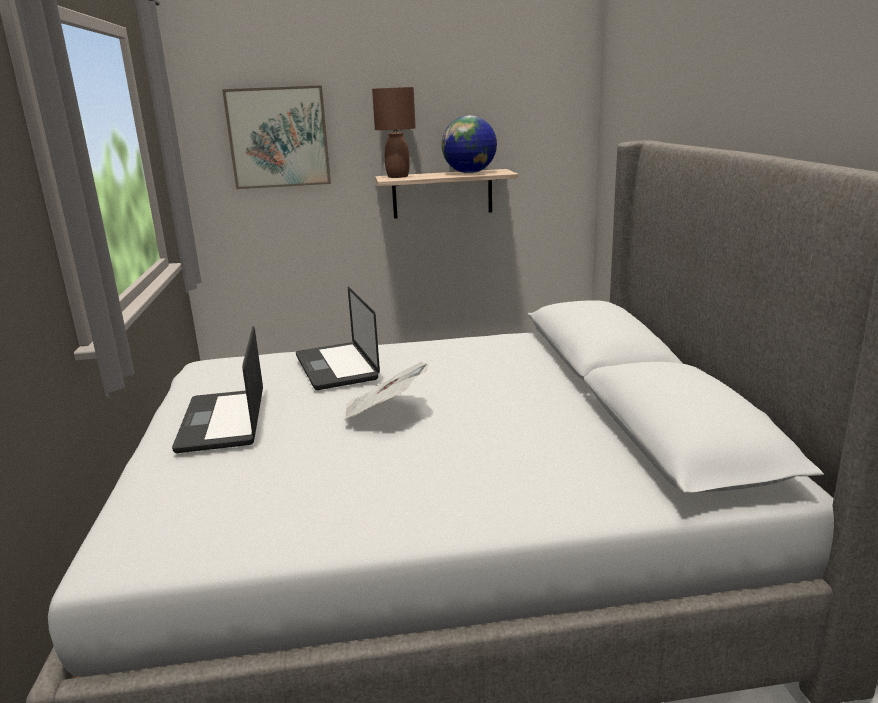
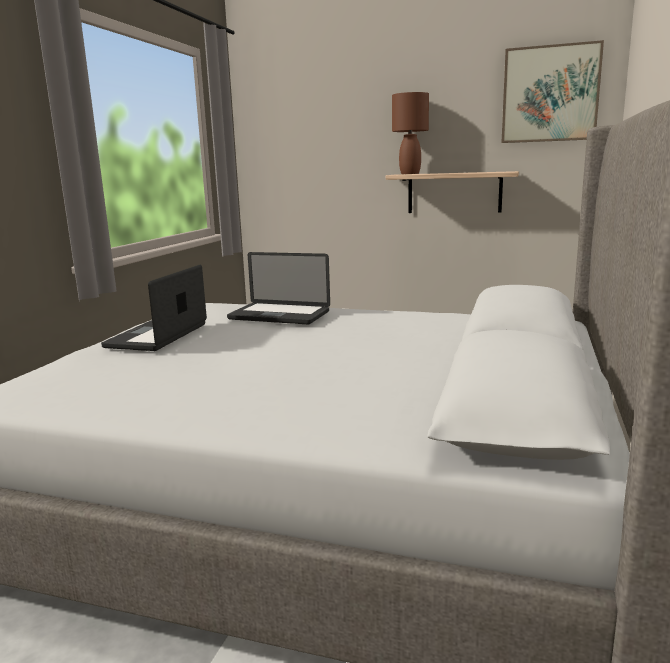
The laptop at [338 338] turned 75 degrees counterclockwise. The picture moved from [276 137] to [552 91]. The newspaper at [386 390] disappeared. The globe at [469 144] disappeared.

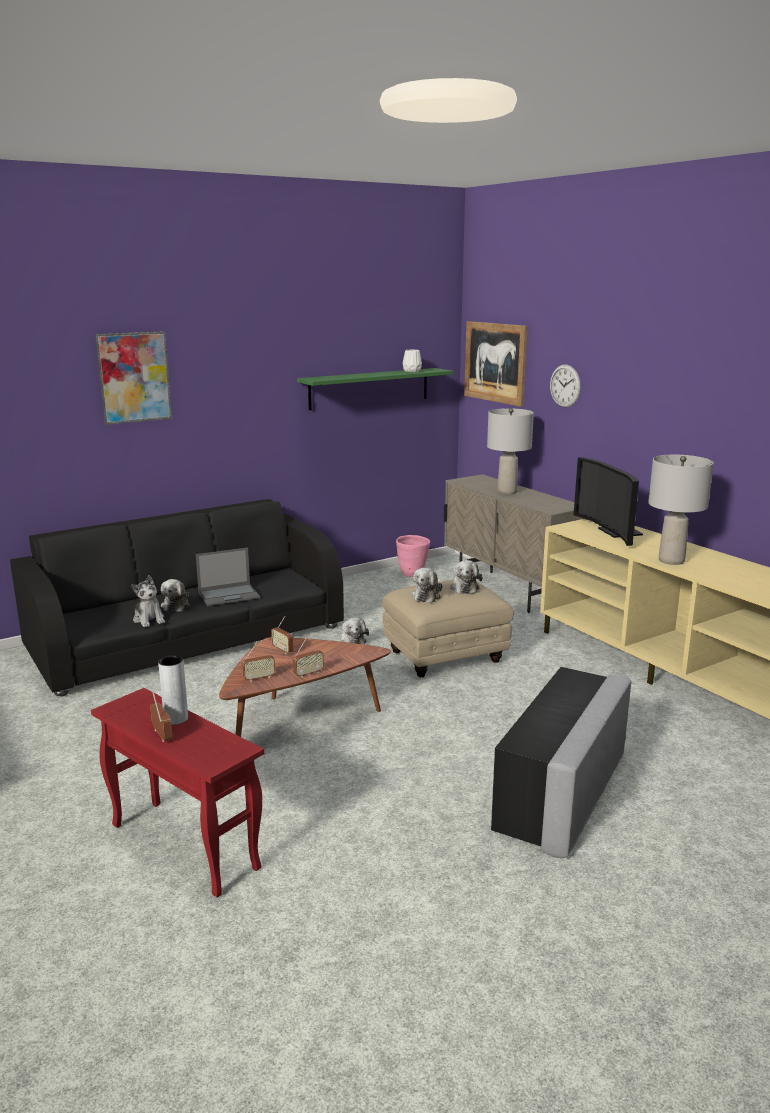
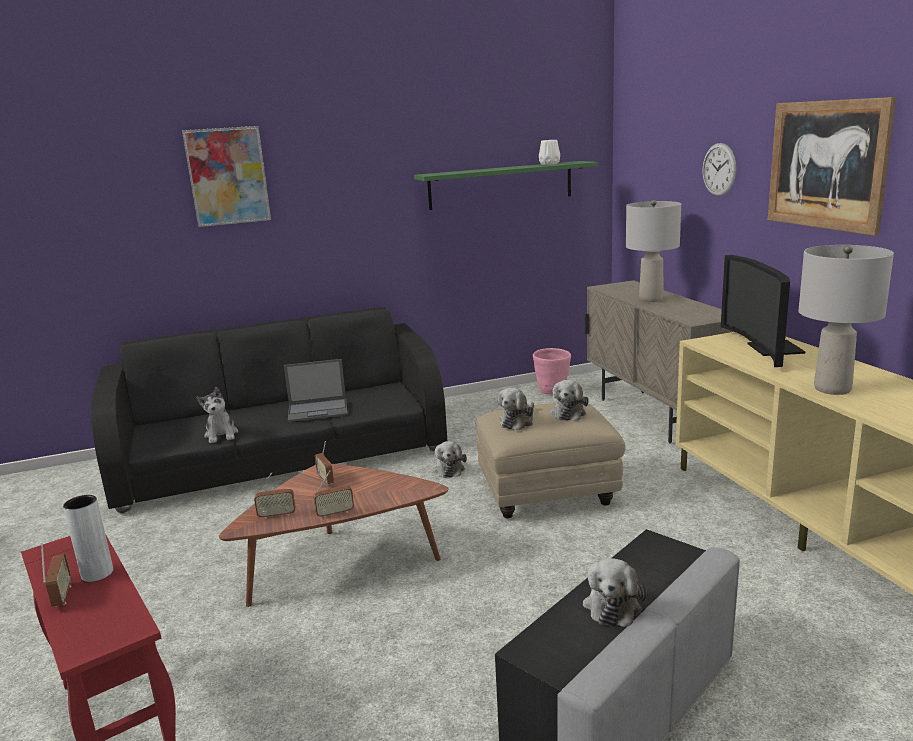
The plush_toy moved from [176 595] to [615 592]. The picture moved from [495 364] to [832 166].

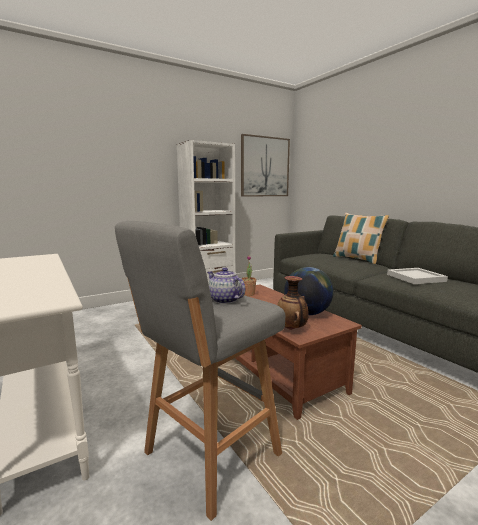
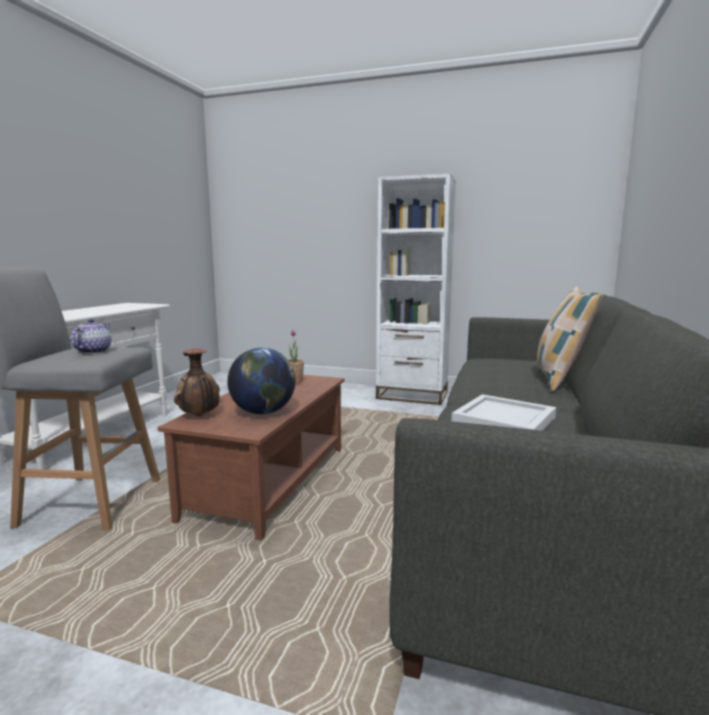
The picture at [265 165] disappeared.

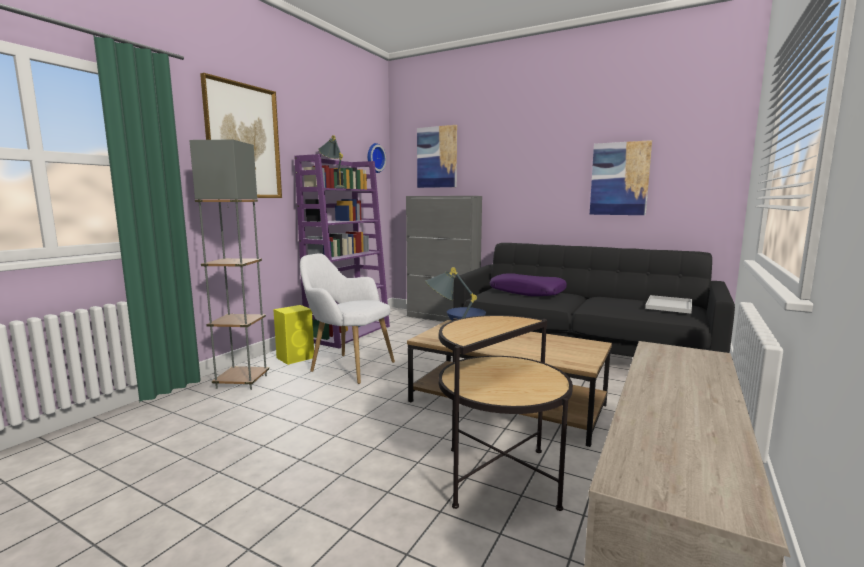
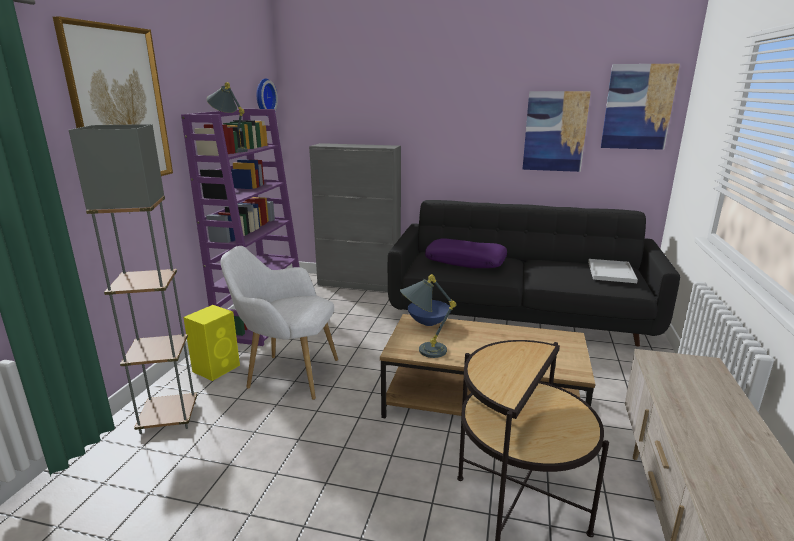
The picture moved from [437 156] to [640 107].

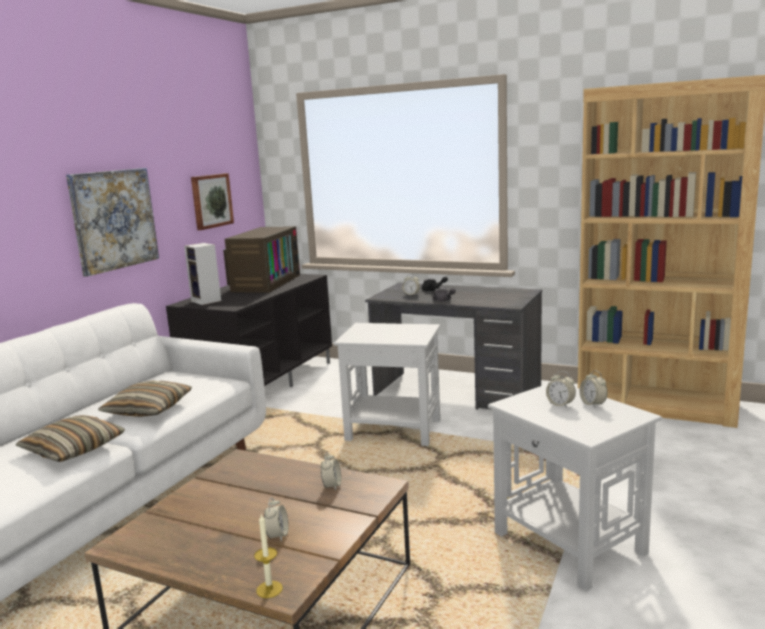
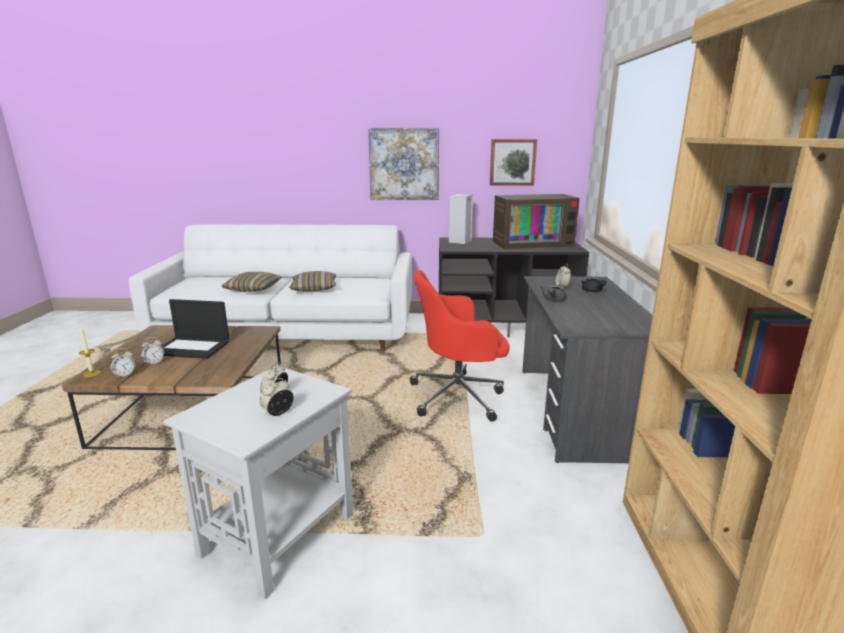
The alarm_clock moved from [331 471] to [123 362]. The laptop at [195 329] appeared. The white_side_table at [387 384] was replaced by the red_office_chair at [459 346].

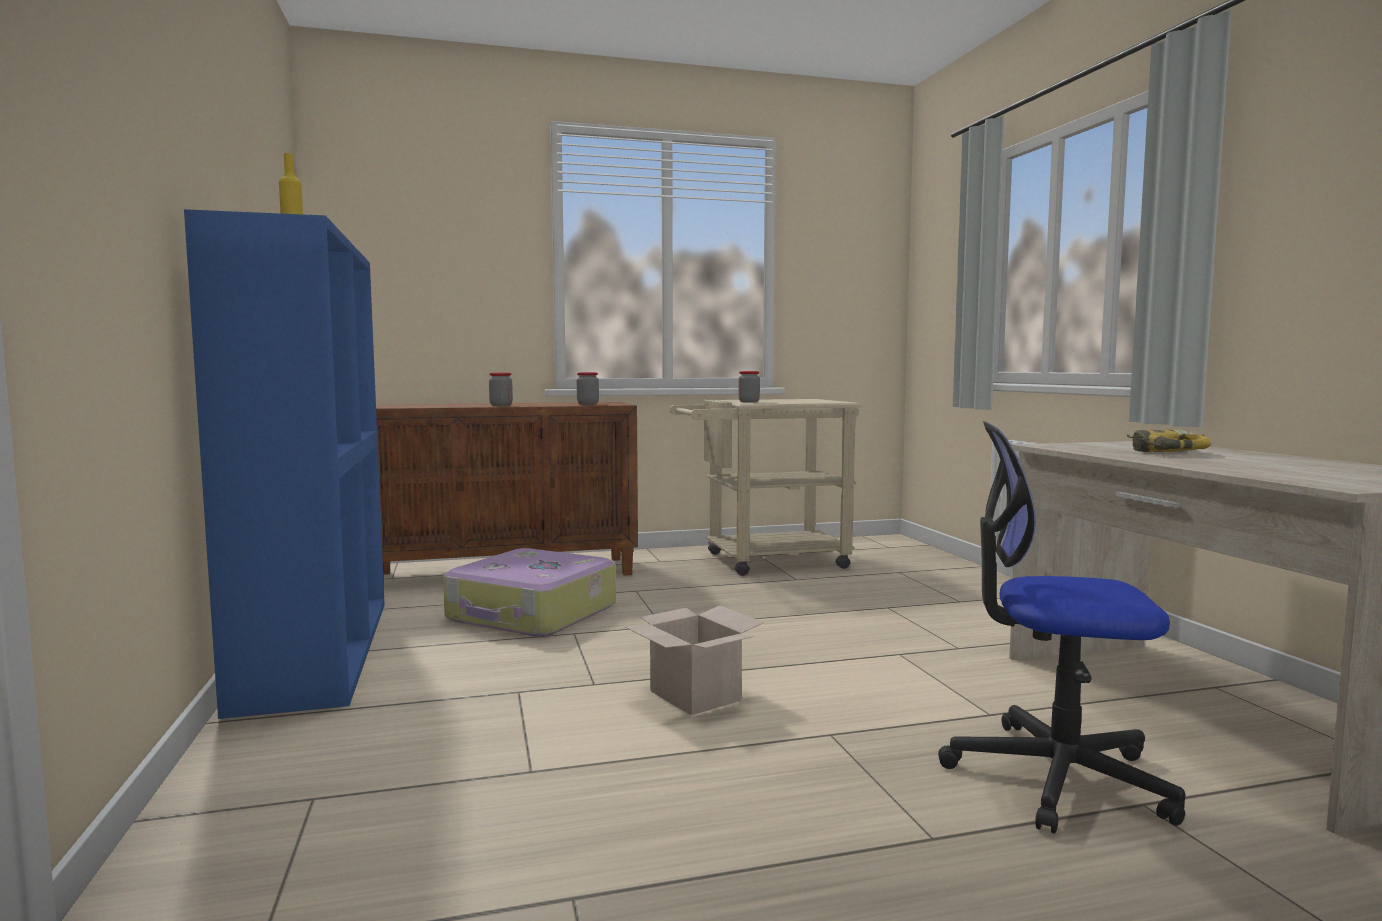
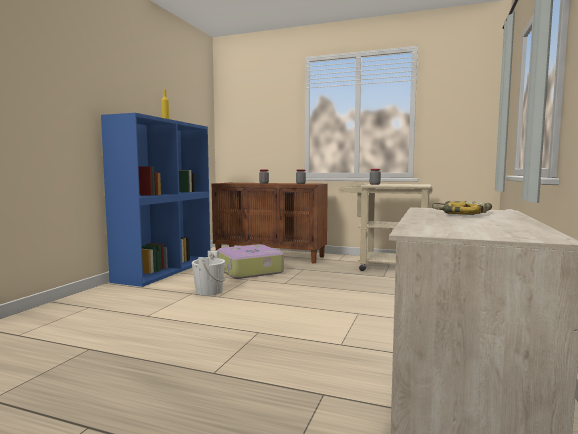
The white_bucket at [208 273] appeared. The cardboard_box at [694 660] disappeared. The office_chair at [1061 628] disappeared.

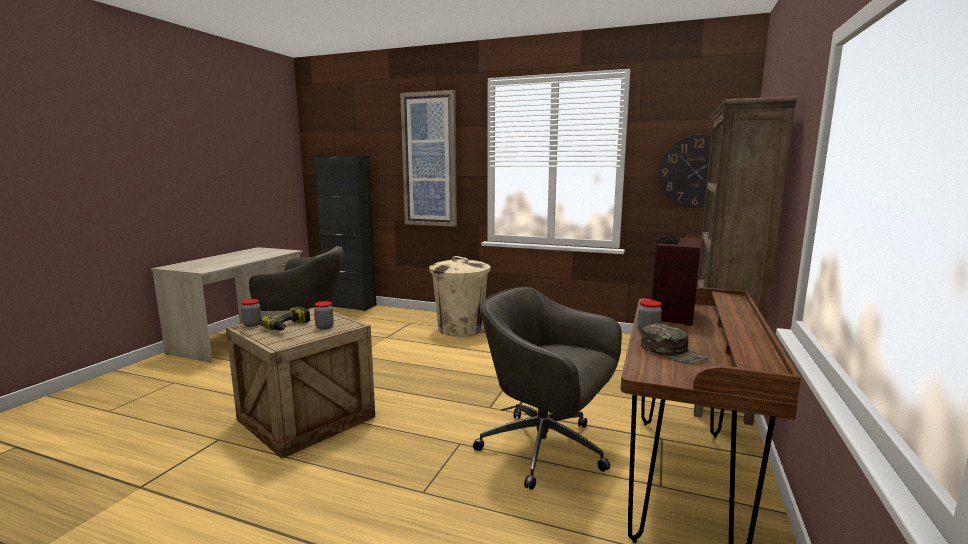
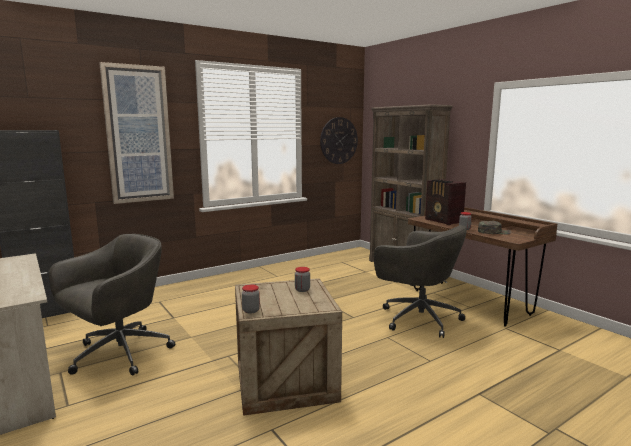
The grey_office_chair at [547 388] turned 120 degrees counterclockwise. The power_drill at [284 318] disappeared. The beige_trash_can at [460 296] disappeared.

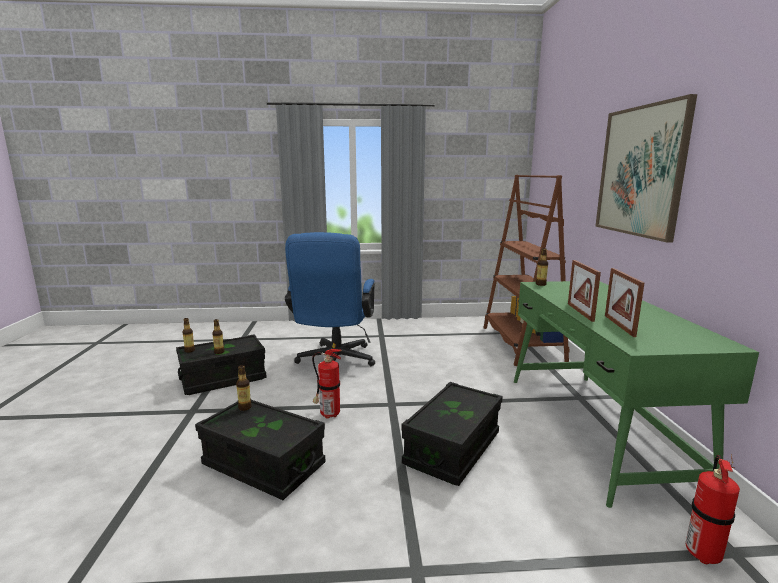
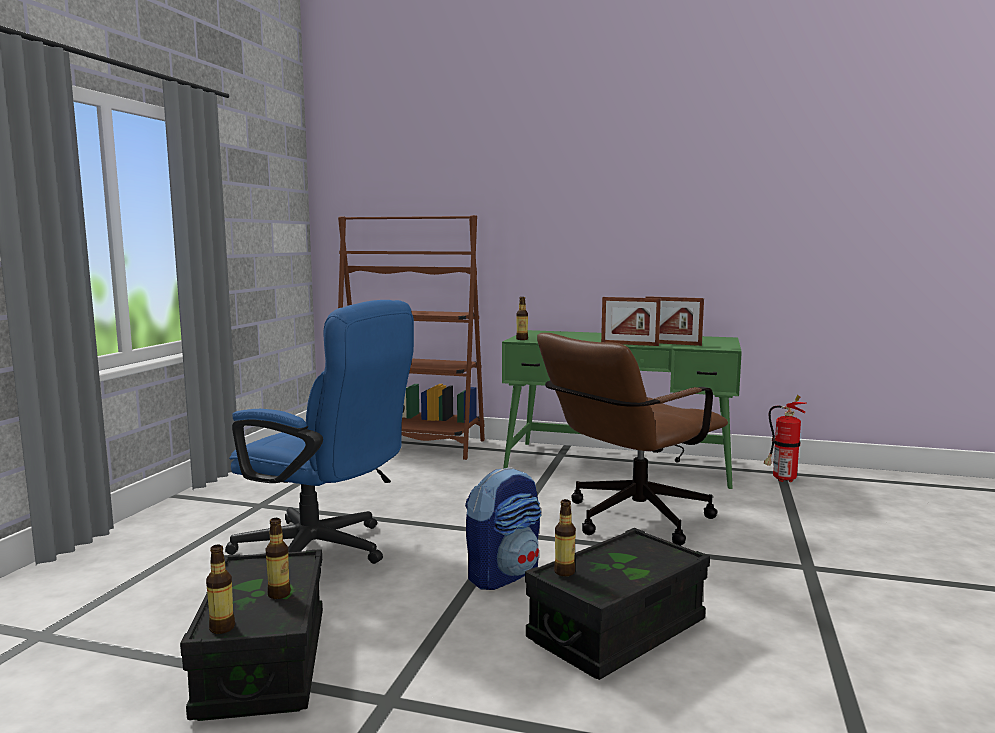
The fire_extinguisher at [326 381] was replaced by the backpack at [503 528]. The black_storage_box at [452 434] was replaced by the brown_office_chair at [632 439]. The picture at [646 168] disappeared.

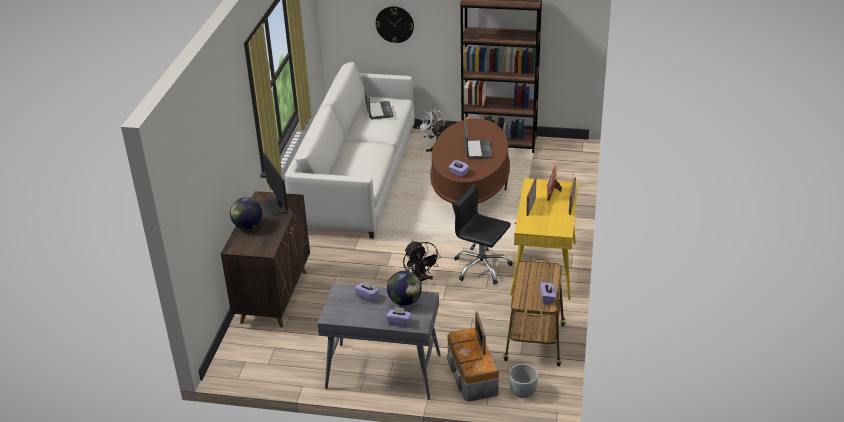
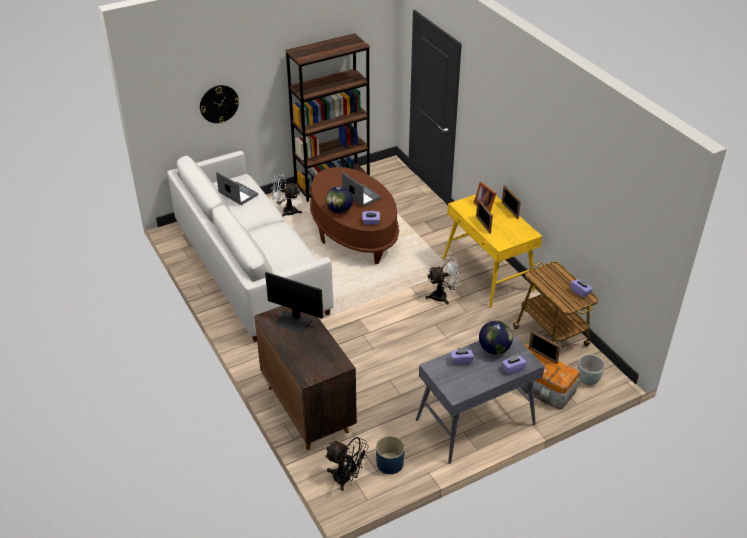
The black_fan moved from [422 262] to [347 464]. The globe moved from [246 213] to [339 200]. The blue_planter at [390 455] appeared. The black_office_chair at [483 234] was replaced by the white_fan at [442 280].

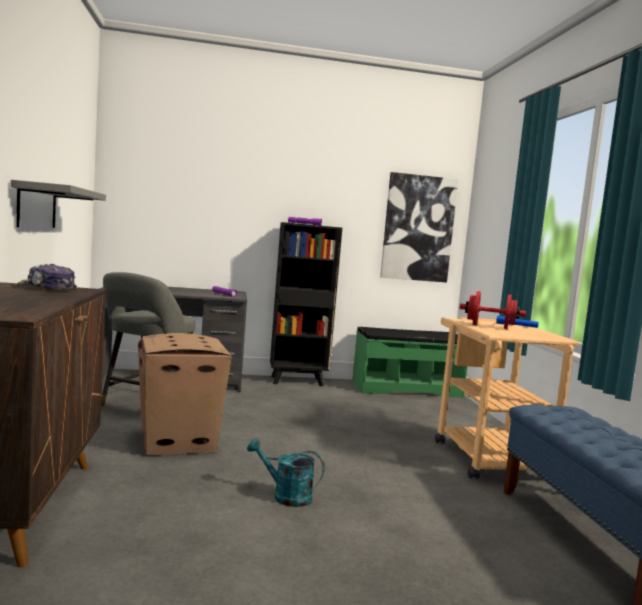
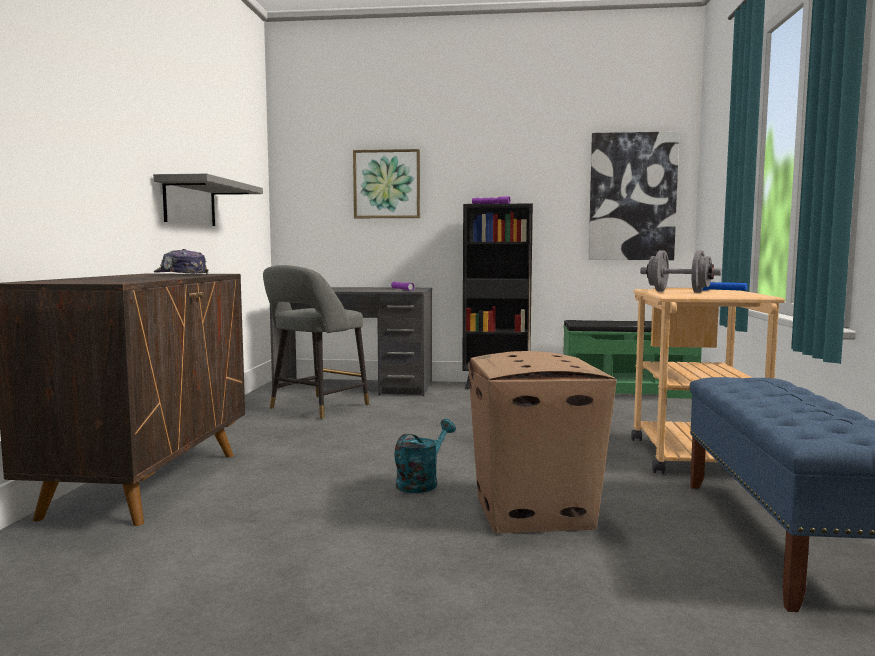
The picture at [386 183] appeared. The turquoise_watering_can at [286 472] turned 90 degrees clockwise. The cardboard_box moved from [185 394] to [542 442]. The red_dumbbell at [493 310] became the grey_dumbbell at [681 271].

